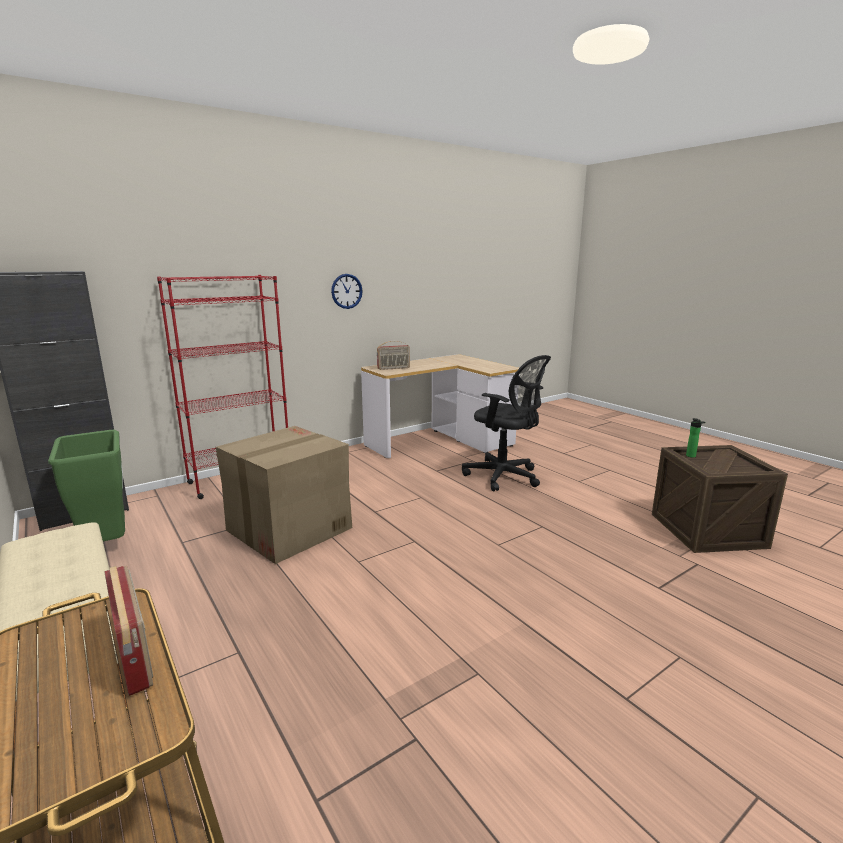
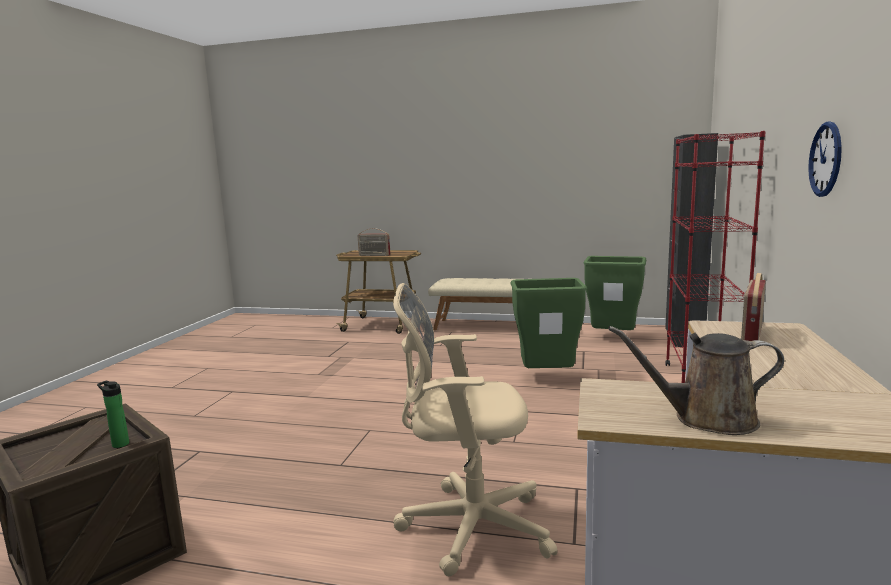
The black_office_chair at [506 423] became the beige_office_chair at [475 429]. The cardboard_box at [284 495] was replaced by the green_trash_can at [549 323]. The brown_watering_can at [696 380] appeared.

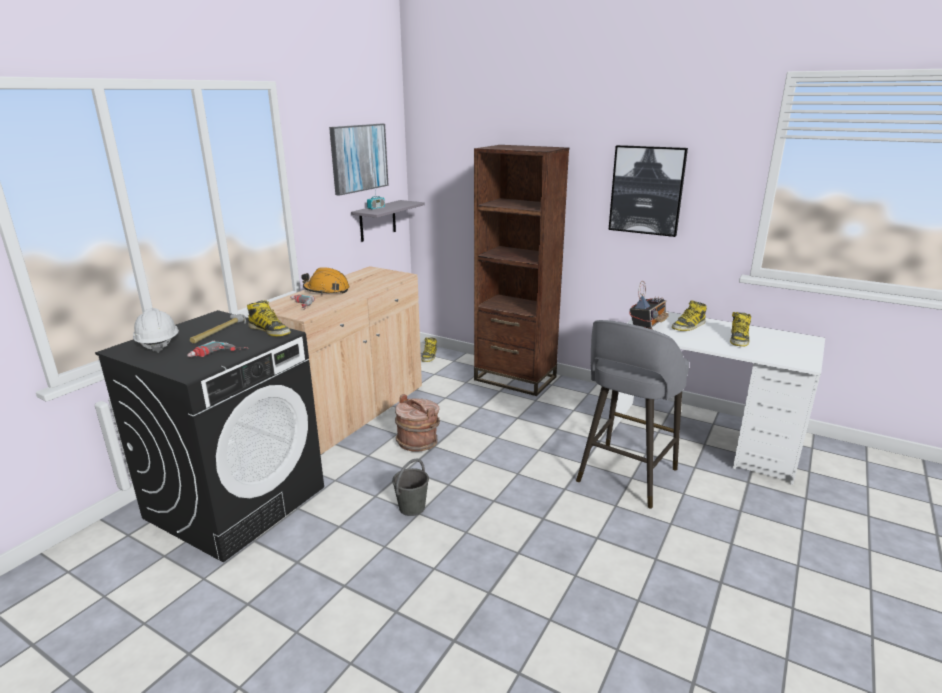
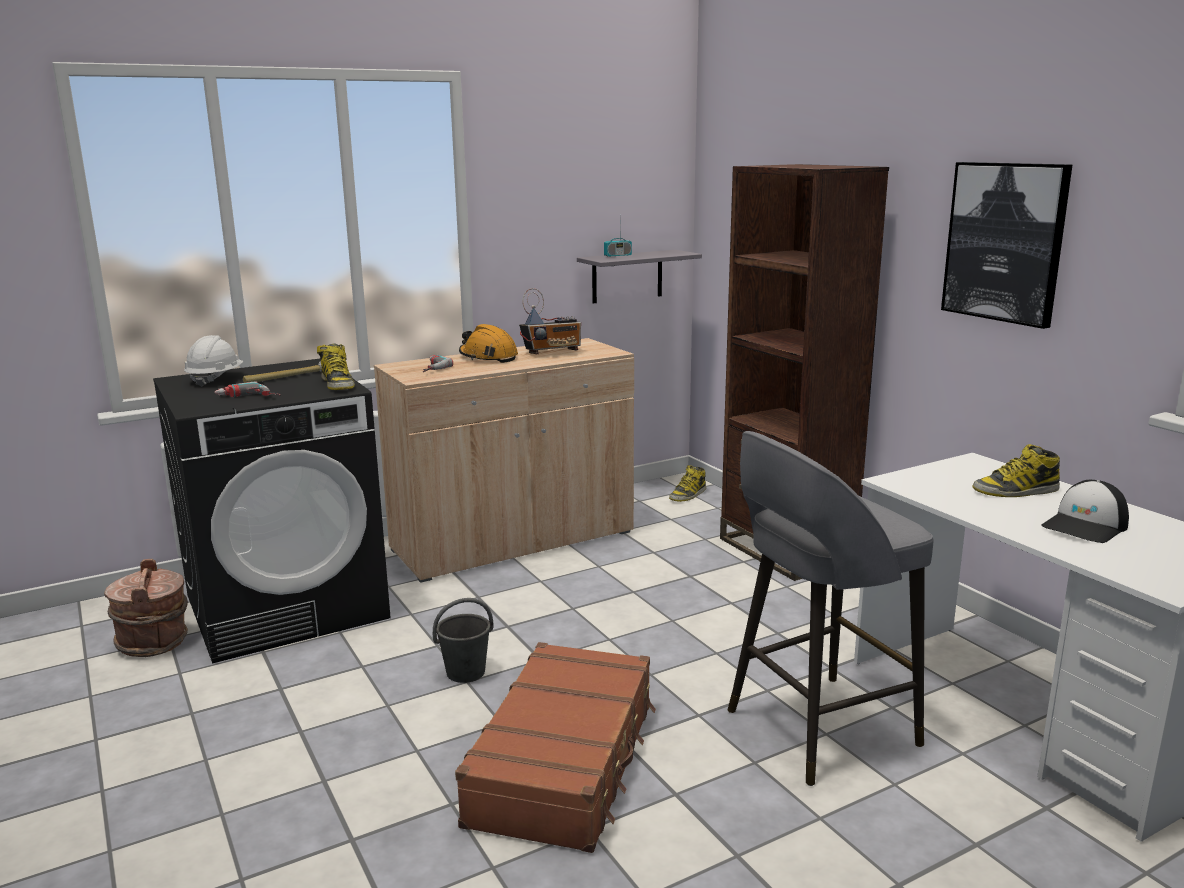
The brown_bucket moved from [417 422] to [146 608]. The brown_suitcase at [555 747] appeared. The radio moved from [649 305] to [550 321]. The boot at [740 329] was replaced by the cap at [1085 511]. The picture at [359 160] disappeared.

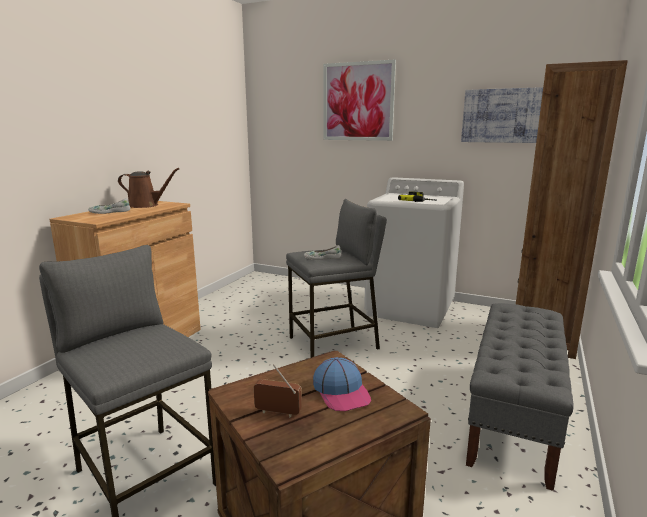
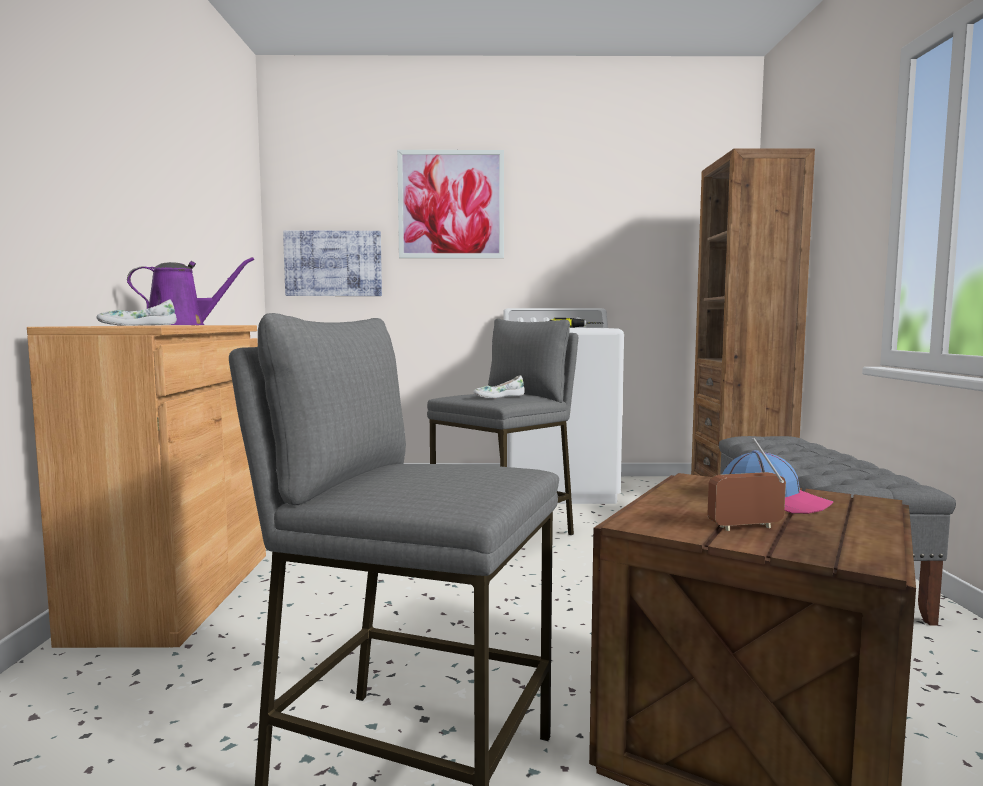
The brown_watering_can at [148 188] became the purple_watering_can at [190 291]. The picture moved from [502 115] to [332 263].

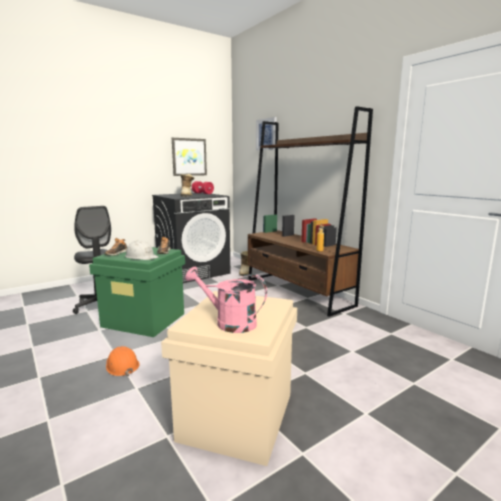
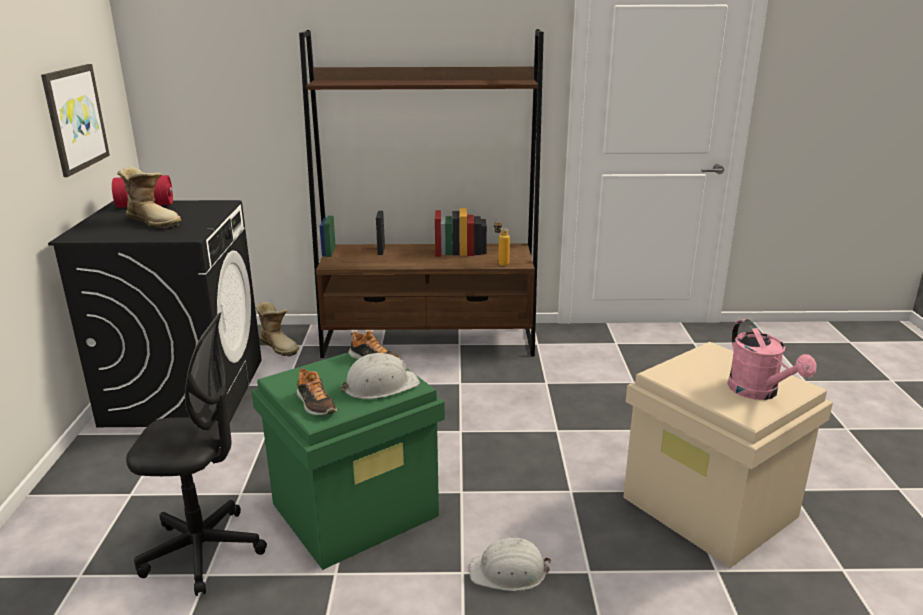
The orange_hard_hat at [123 361] became the white_hard_hat at [510 564]. The pink_watering_can at [226 300] turned 75 degrees counterclockwise. The picture at [266 133] disappeared.

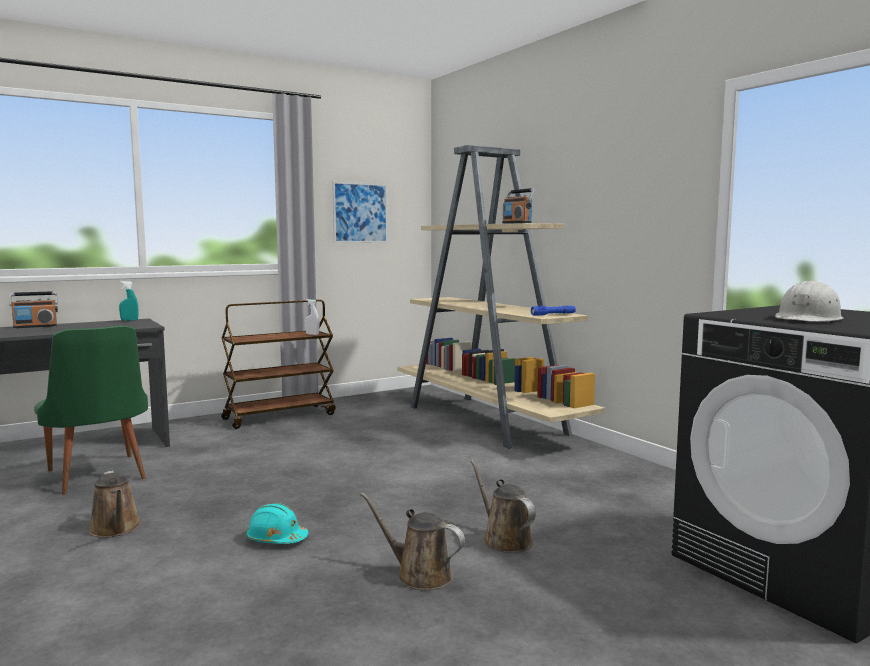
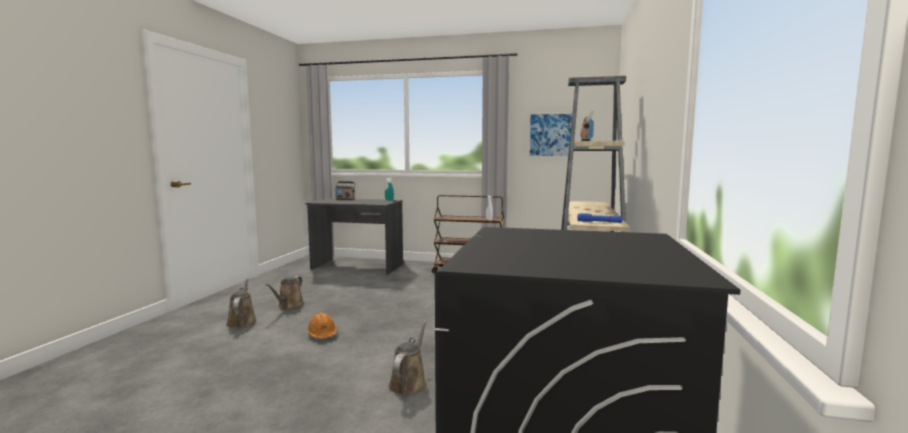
The brown_watering_can moved from [412 541] to [241 303]. The turquoise_hard_hat at [276 523] became the orange_hard_hat at [322 325]. The green_chair at [91 410] disappeared. The white_hard_hat at [809 301] disappeared.

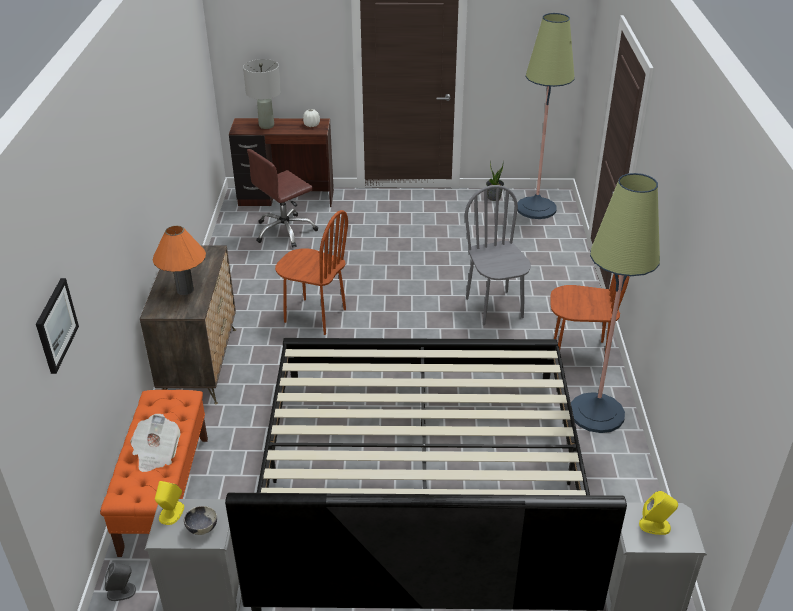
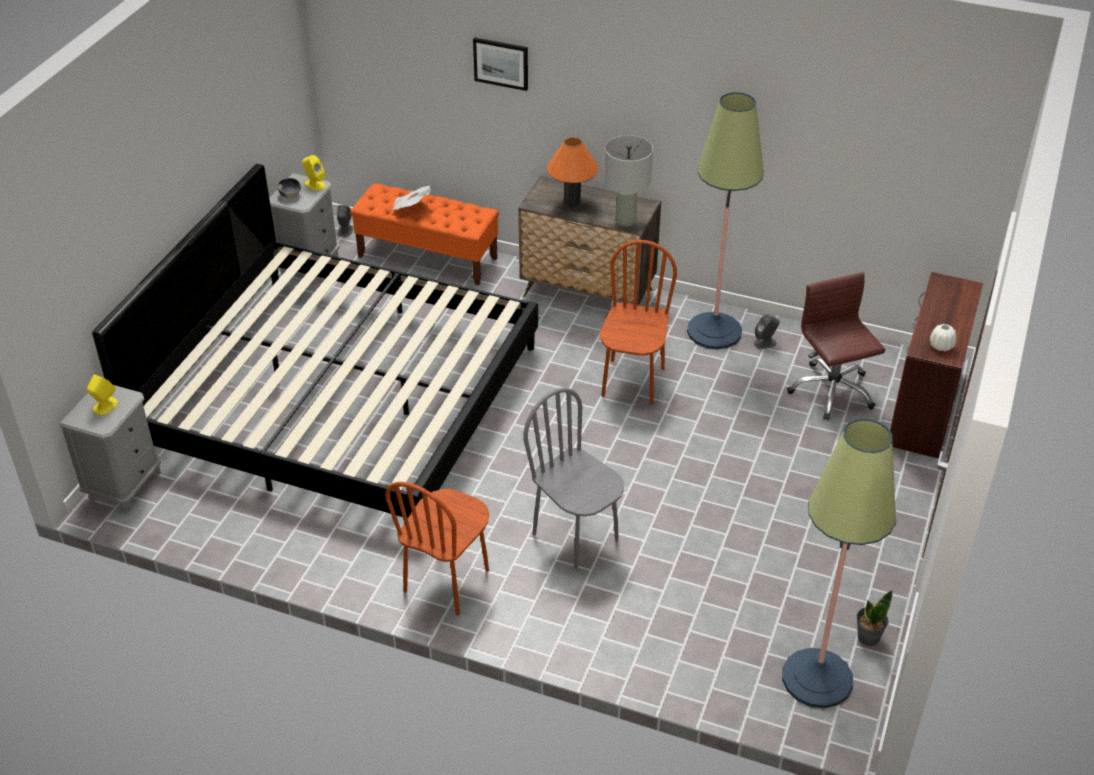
The picture moved from [57 326] to [500 64]. The grey_chair at [498 255] turned 135 degrees counterclockwise. The brown_chair at [311 272] turned 150 degrees clockwise. The grey_table_lamp moved from [262 94] to [628 181]. The floor_lamp moved from [615 303] to [725 220]. The grey_speaker at [767 331] appeared.

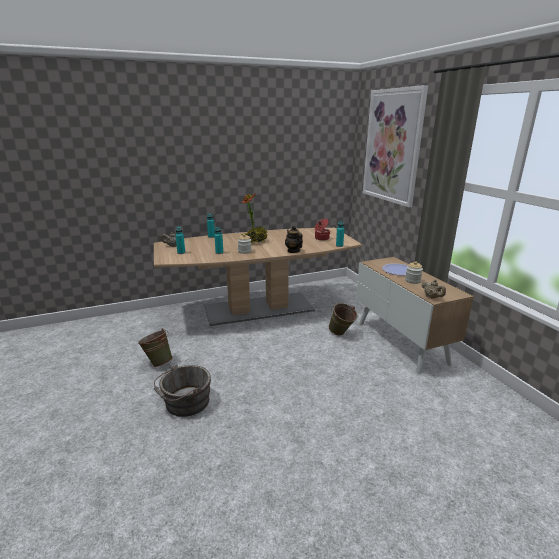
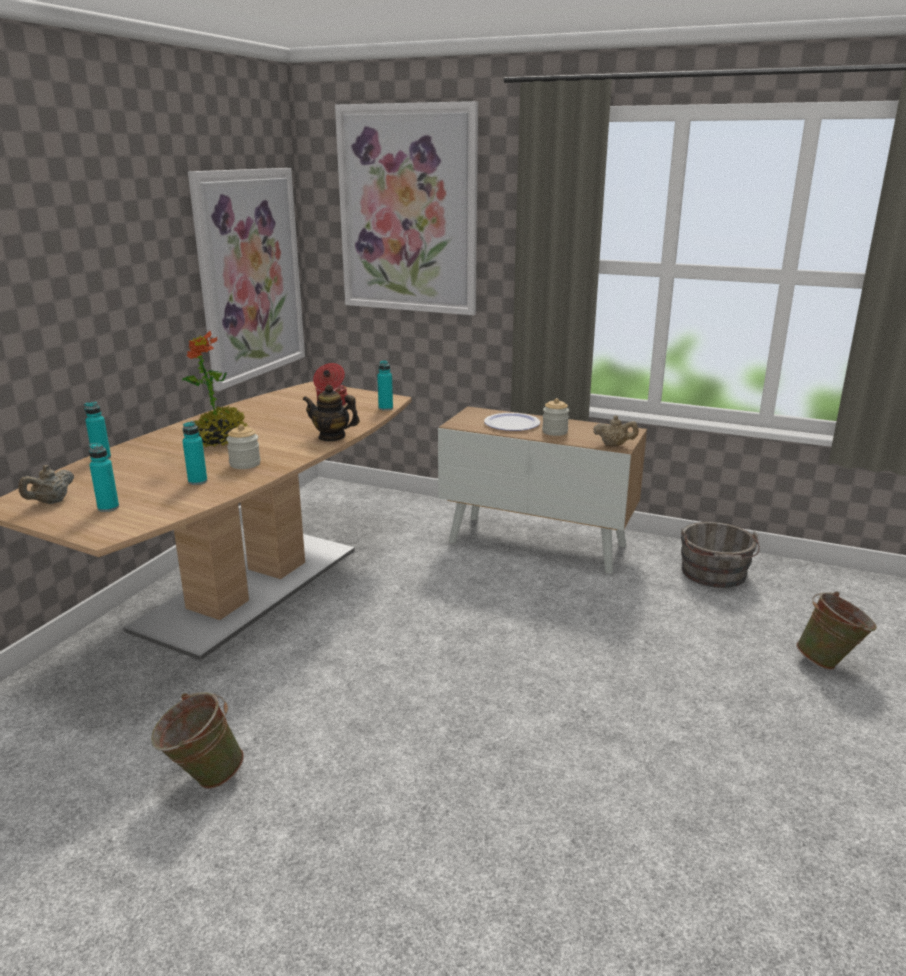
The picture at [246 279] appeared. The grey_bucket moved from [182 390] to [720 555]. The green_bucket moved from [343 319] to [836 630].

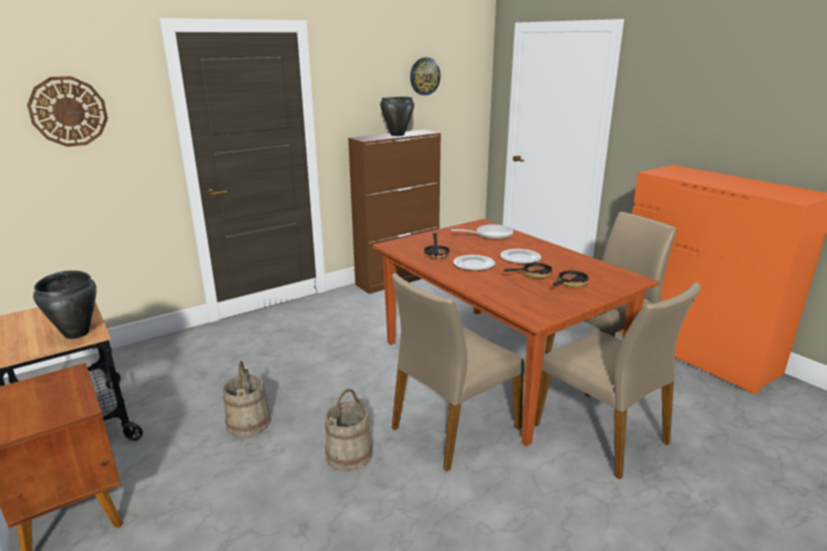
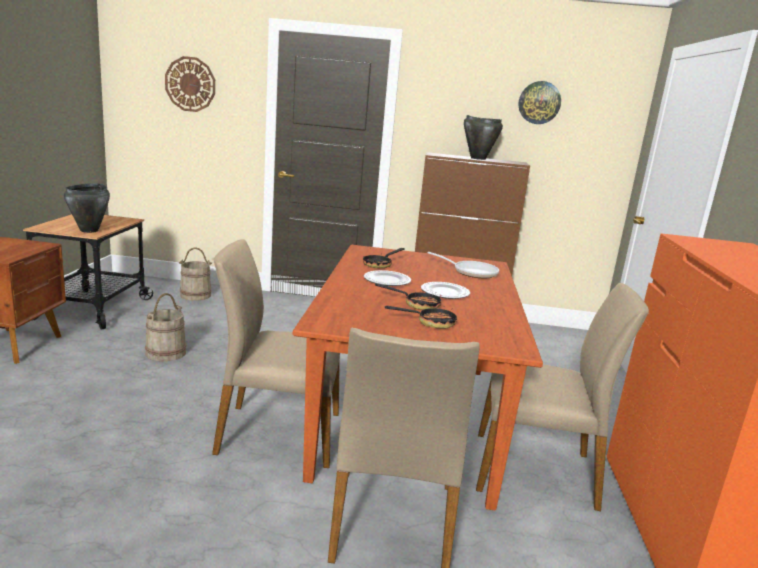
The beige_bucket moved from [349 430] to [195 274].

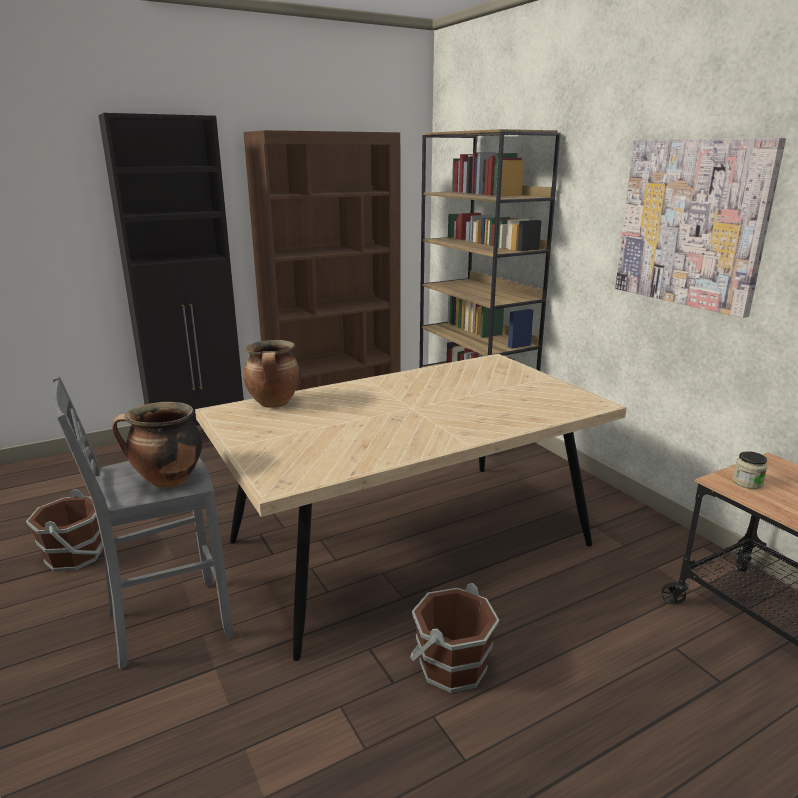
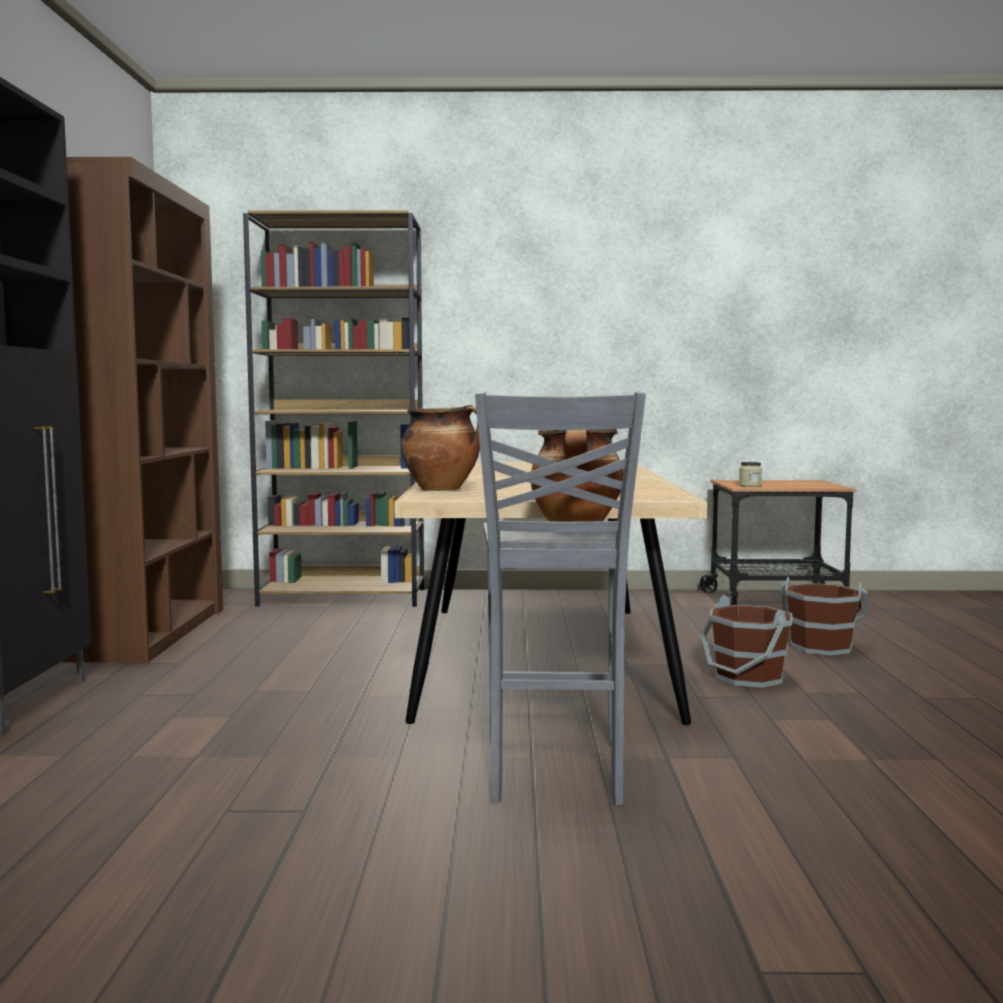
The brown_bucket moved from [64 530] to [824 616]. The picture at [700 228] disappeared.

